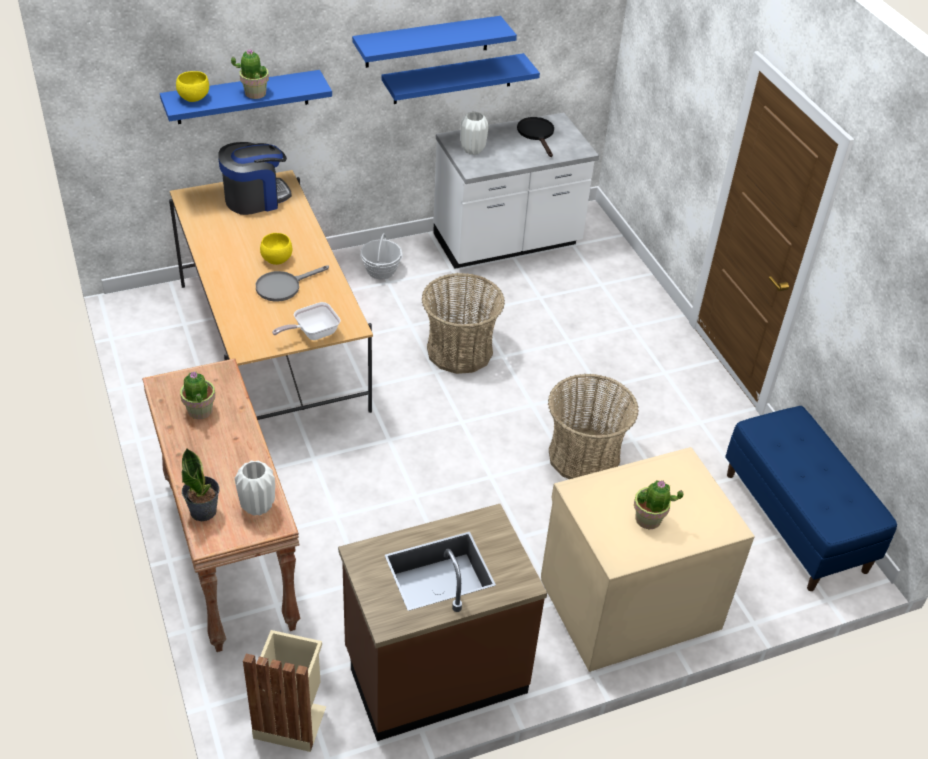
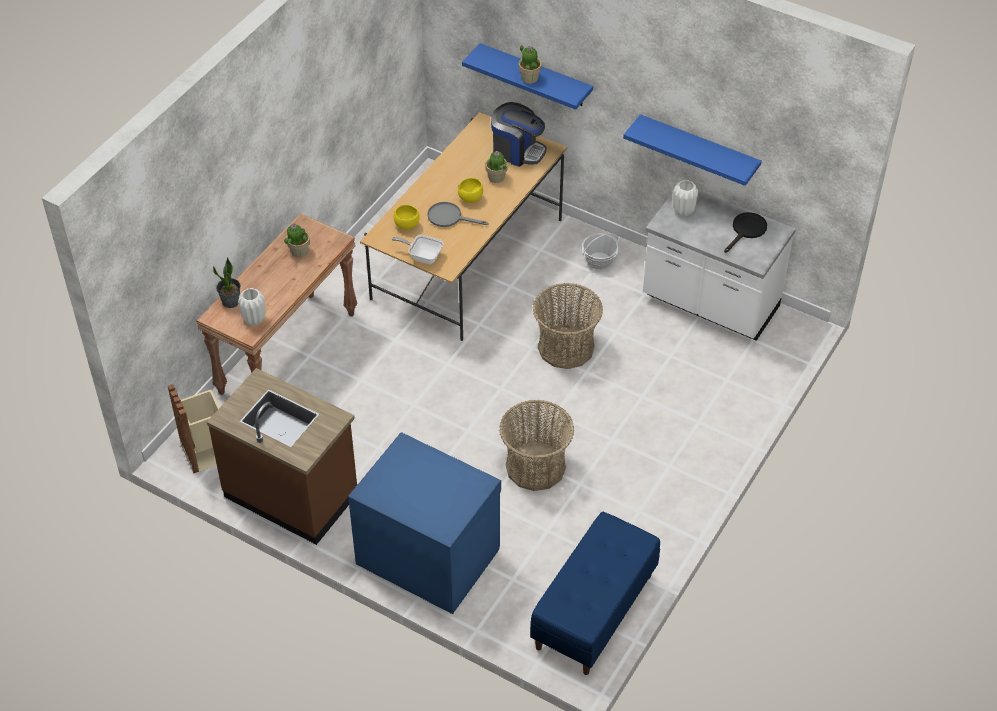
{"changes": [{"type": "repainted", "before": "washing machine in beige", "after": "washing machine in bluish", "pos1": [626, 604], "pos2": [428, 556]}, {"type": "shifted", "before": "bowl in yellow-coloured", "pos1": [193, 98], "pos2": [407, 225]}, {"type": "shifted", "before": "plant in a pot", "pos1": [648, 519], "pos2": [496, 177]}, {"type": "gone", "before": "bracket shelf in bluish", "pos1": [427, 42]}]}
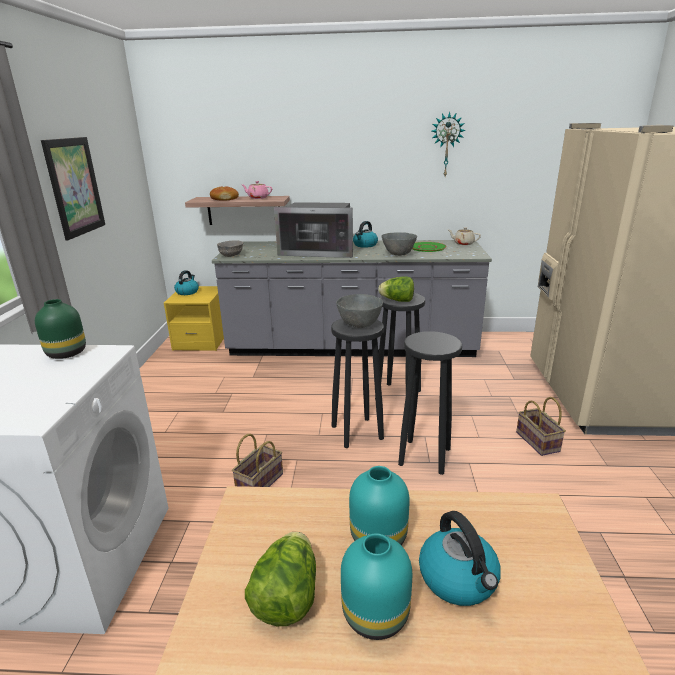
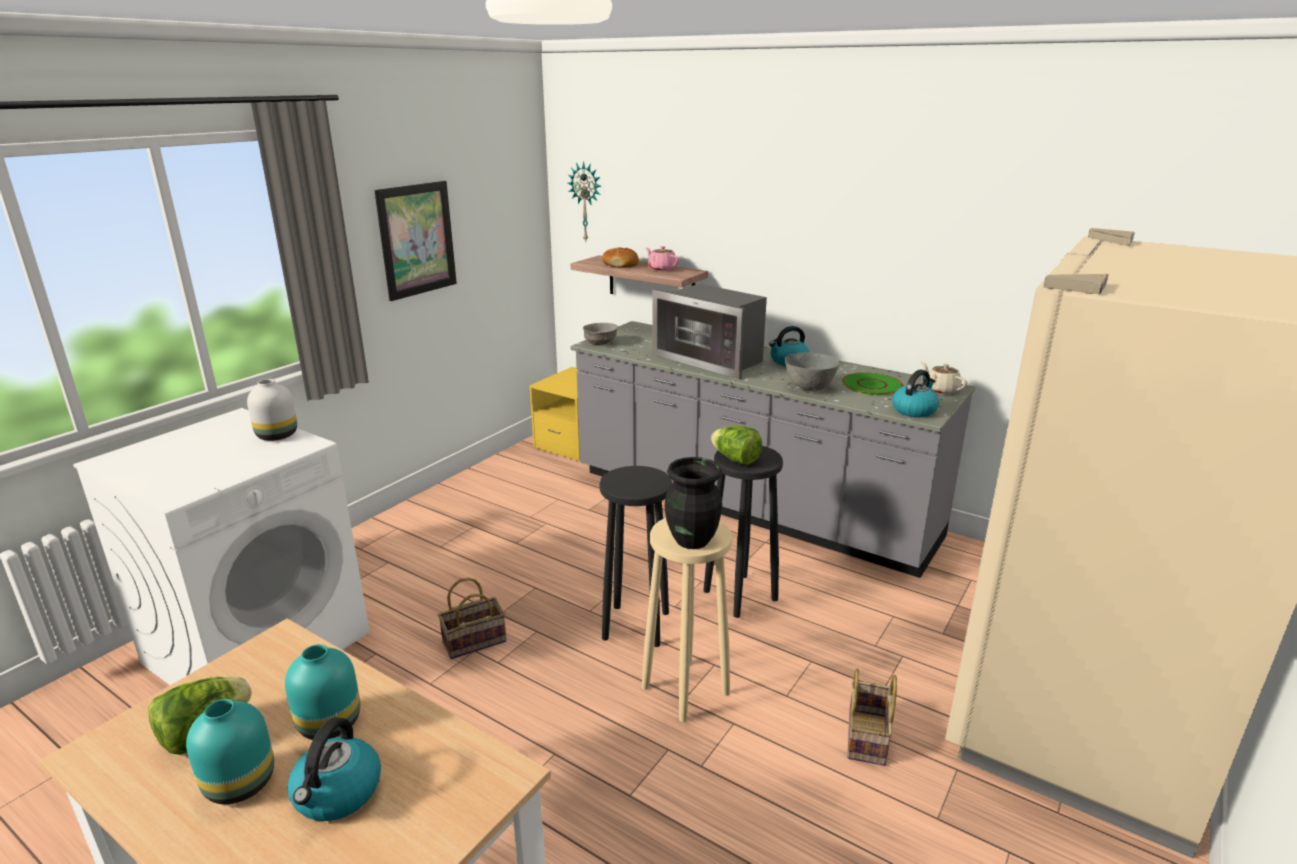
{"changes": [{"type": "repainted", "before": "flower vase in green", "after": "flower vase in white-coloured", "pos1": [65, 353], "pos2": [276, 435]}, {"type": "shifted", "before": "hanging clock", "pos1": [446, 145], "pos2": [586, 202]}, {"type": "repainted", "before": "stool seat in black", "after": "stool seat in beige", "pos1": [425, 456], "pos2": [686, 689]}, {"type": "new", "after": "flower vase in black", "pos2": [692, 540]}, {"type": "shifted", "before": "tea kettle", "pos1": [187, 292], "pos2": [914, 410]}, {"type": "gone", "before": "bowl in gray", "pos1": [360, 325]}]}
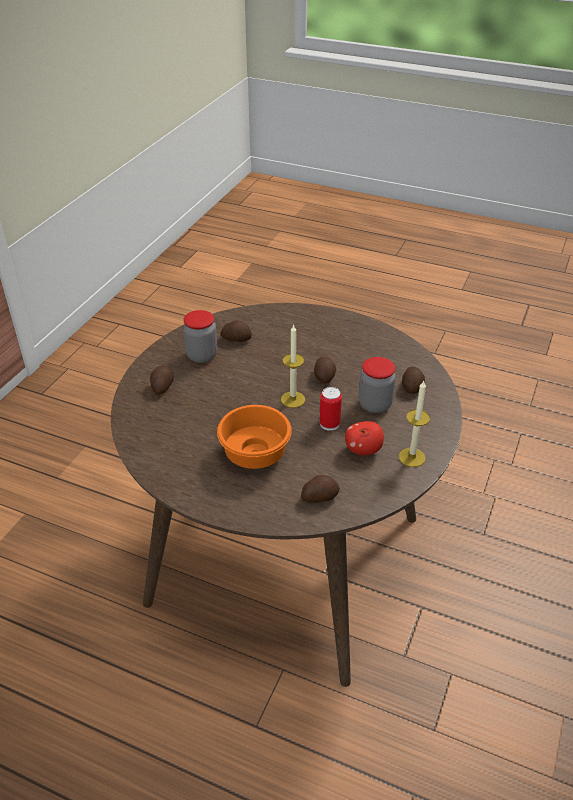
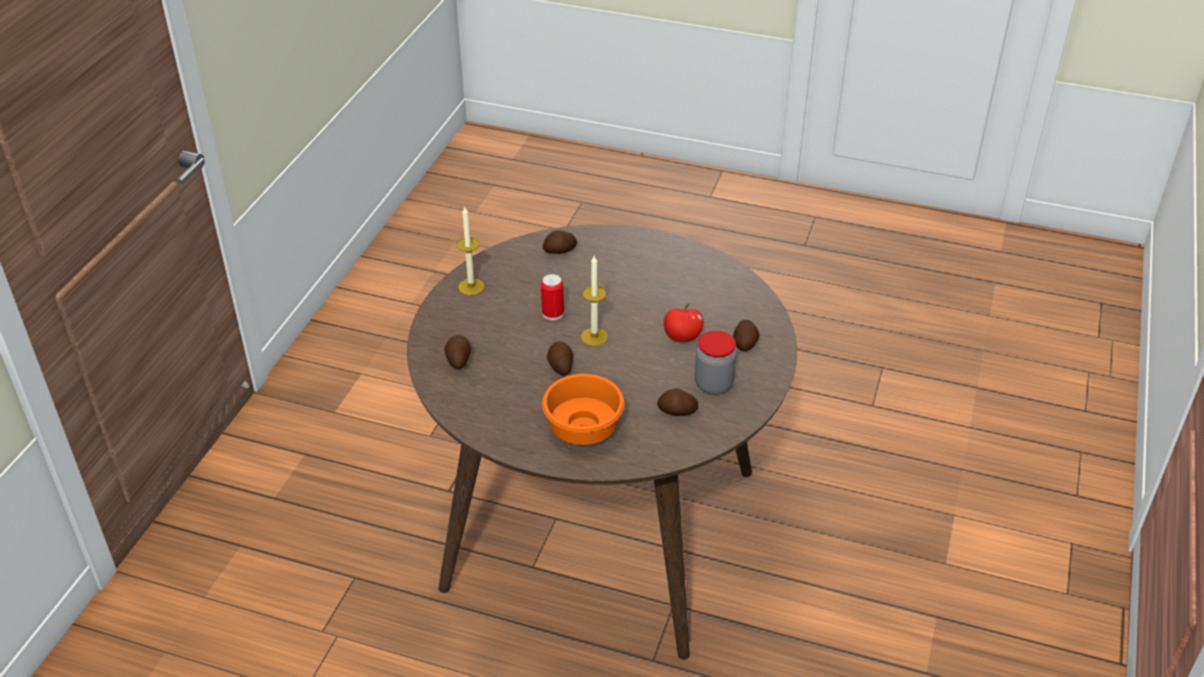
{"changes": [{"type": "shifted", "before": "bowl in orange-coloured", "pos1": [257, 455], "pos2": [581, 428]}, {"type": "shifted", "before": "apple", "pos1": [363, 450], "pos2": [682, 338]}, {"type": "gone", "before": "jar", "pos1": [375, 404]}]}
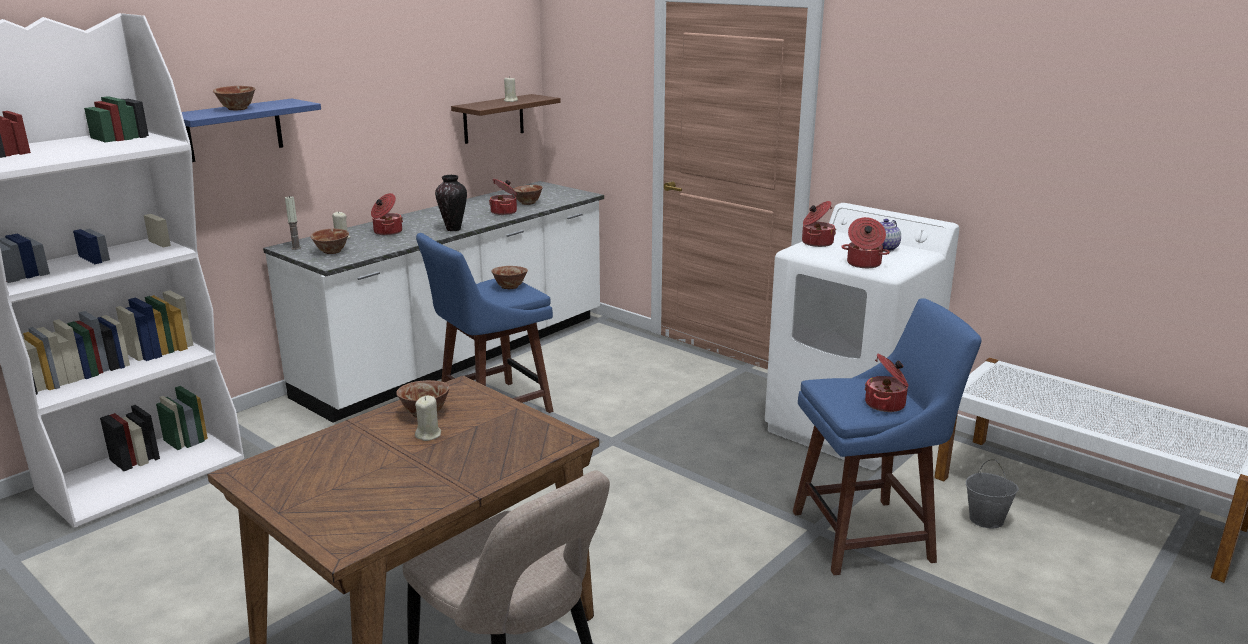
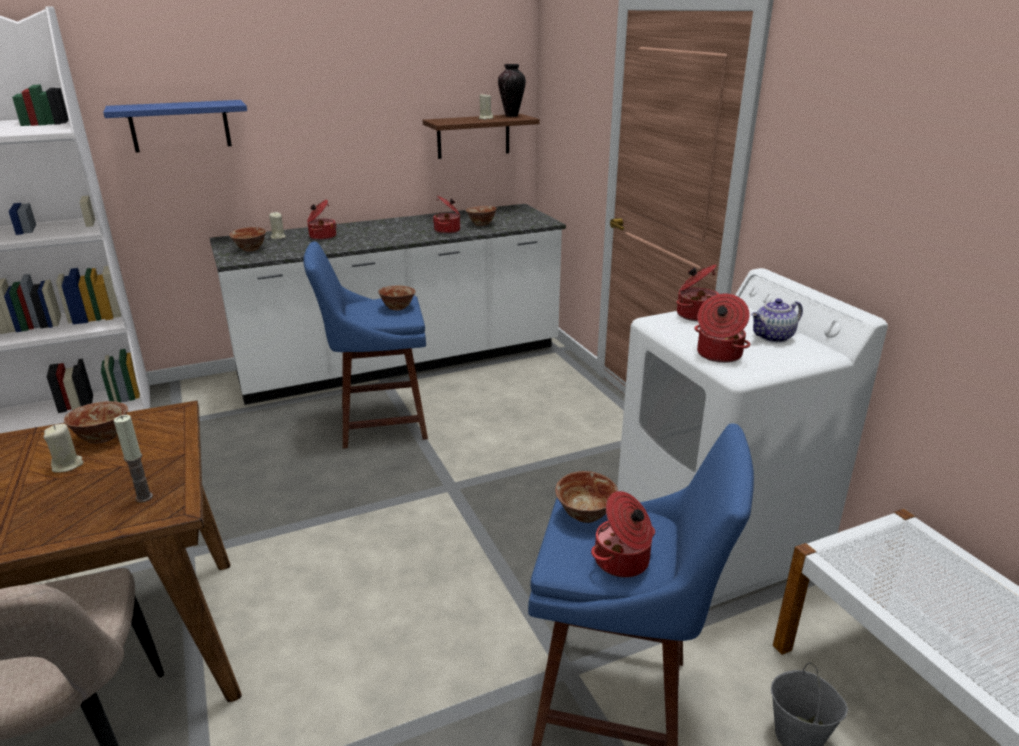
{"changes": [{"type": "shifted", "before": "wax candle", "pos1": [296, 248], "pos2": [144, 497]}, {"type": "shifted", "before": "flower vase", "pos1": [454, 229], "pos2": [511, 116]}, {"type": "shifted", "before": "bowl", "pos1": [237, 109], "pos2": [585, 515]}]}
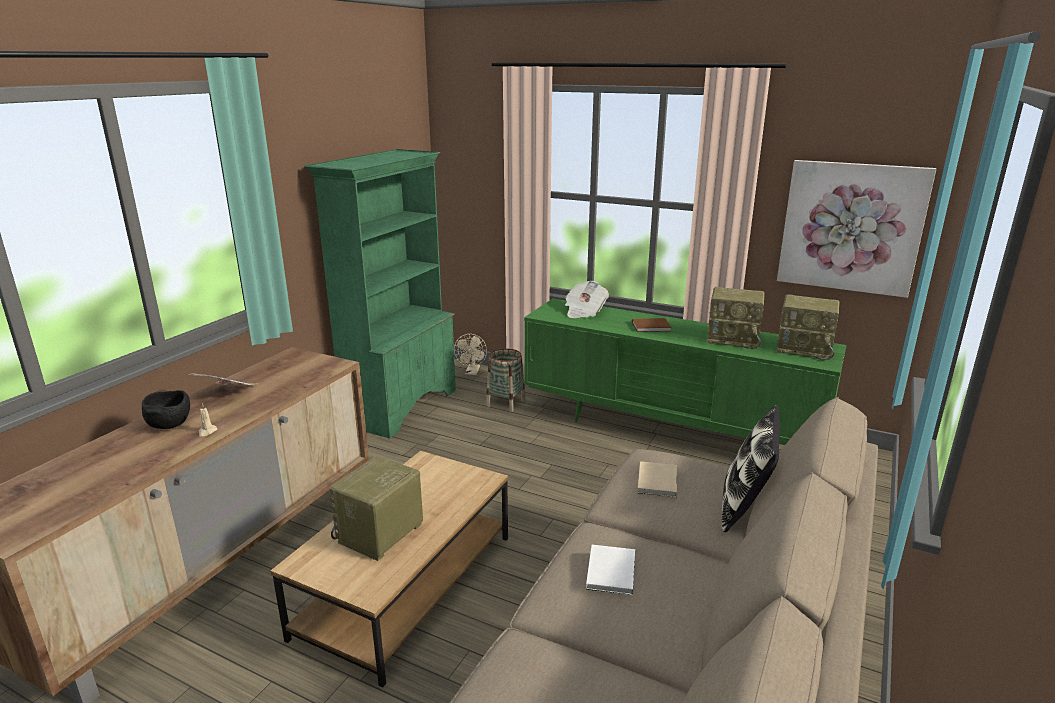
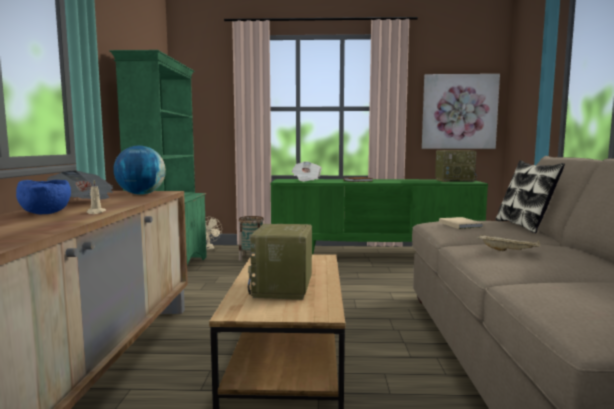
{"changes": [{"type": "repainted", "before": "bowl in black", "after": "bowl in bluish", "pos1": [170, 425], "pos2": [46, 213]}, {"type": "new", "after": "world globe", "pos2": [141, 194]}, {"type": "swapped", "before": "book in white-coloured", "after": "serving tray in beige", "pos1": [612, 570], "pos2": [508, 251]}, {"type": "gone", "before": "radio receiver", "pos1": [734, 339]}]}
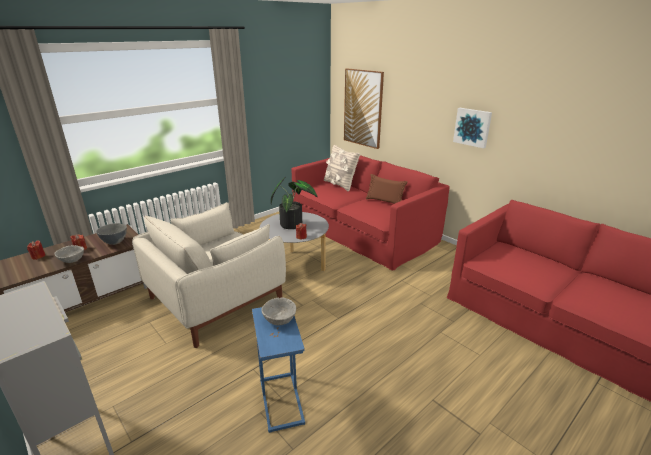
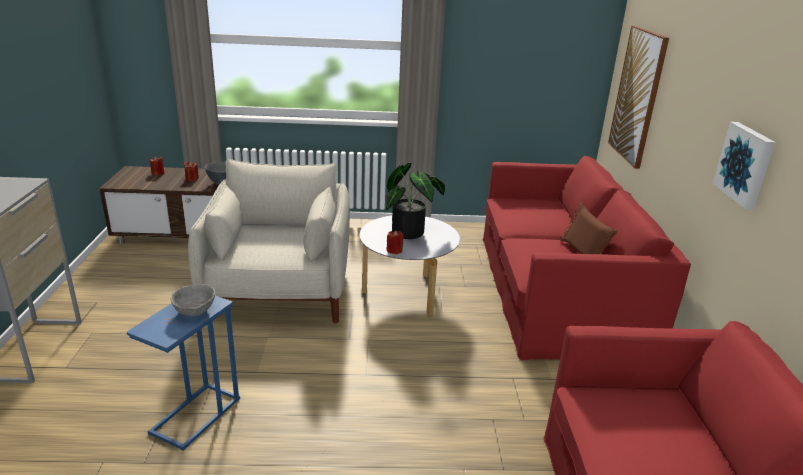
{"changes": [{"type": "rotated", "before": "lounge chair in beige", "pos1": [216, 299], "pos2": [279, 288], "turn": 90}, {"type": "gone", "before": "bowl in gray", "pos1": [72, 260]}, {"type": "gone", "before": "cushion in beige", "pos1": [339, 185]}]}
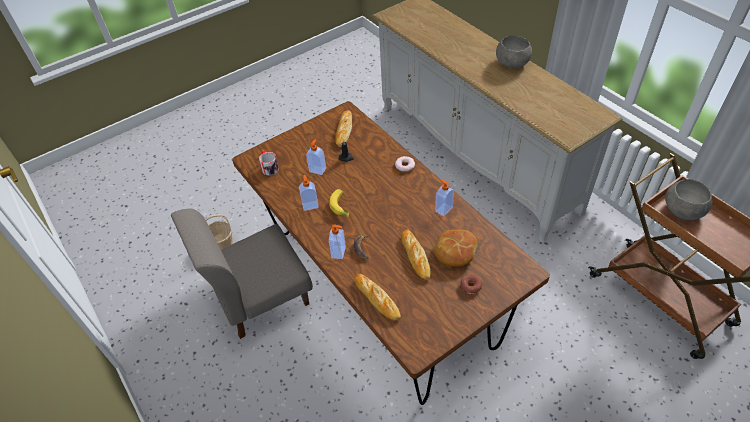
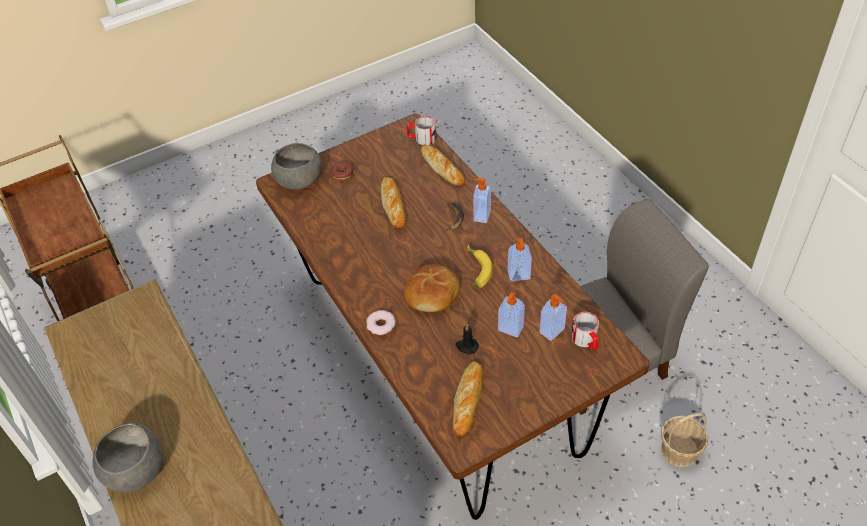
{"changes": [{"type": "shifted", "before": "bowl in gray", "pos1": [683, 210], "pos2": [299, 179]}, {"type": "shifted", "before": "baked bread", "pos1": [455, 252], "pos2": [433, 294]}, {"type": "new", "after": "coffee mug", "pos2": [422, 138]}, {"type": "shifted", "before": "soap bottle", "pos1": [443, 209], "pos2": [552, 331]}]}
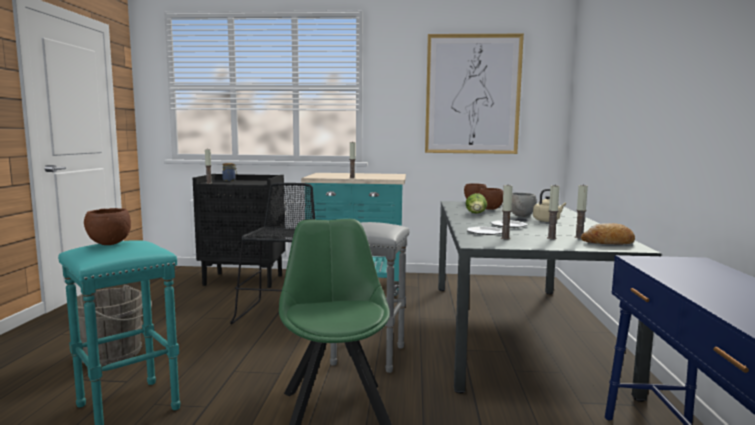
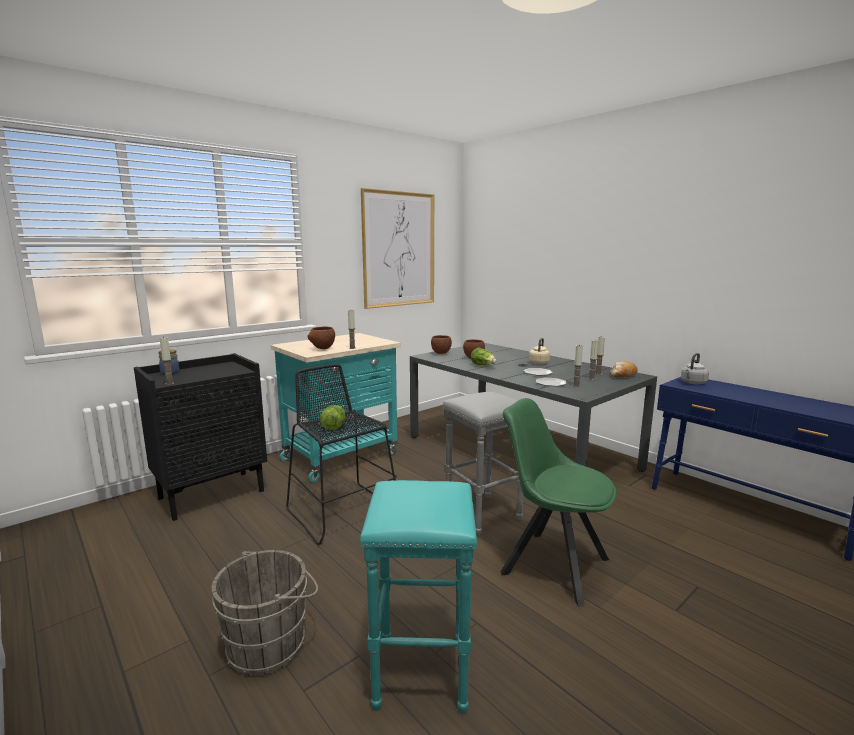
{"changes": [{"type": "shifted", "before": "bowl in brown-coloured", "pos1": [108, 244], "pos2": [322, 348]}, {"type": "new", "after": "lettuce head", "pos2": [333, 425]}, {"type": "new", "after": "tea kettle in gray", "pos2": [693, 383]}, {"type": "gone", "before": "bowl in gray", "pos1": [521, 216]}]}
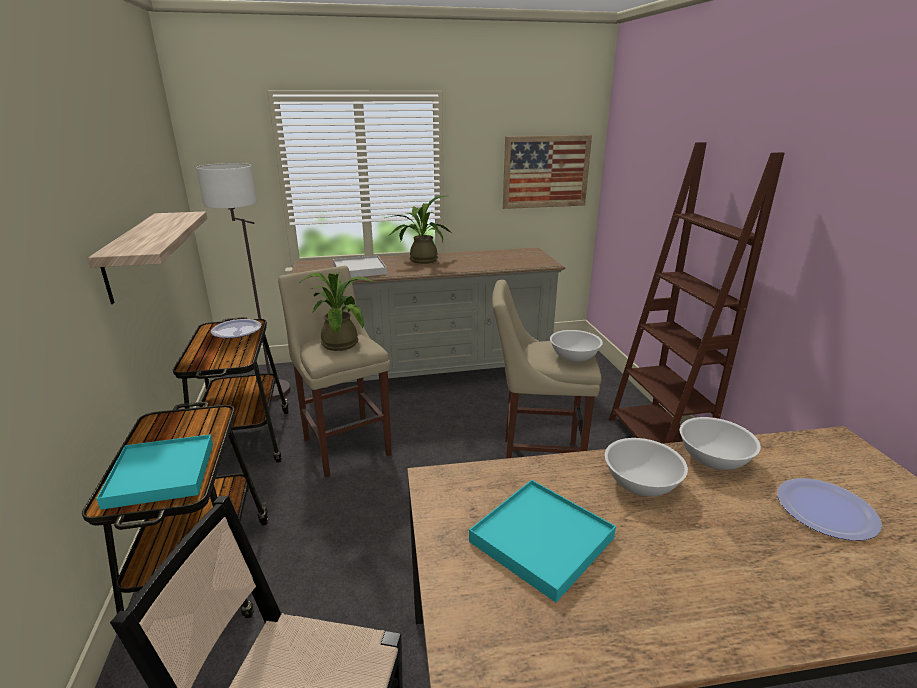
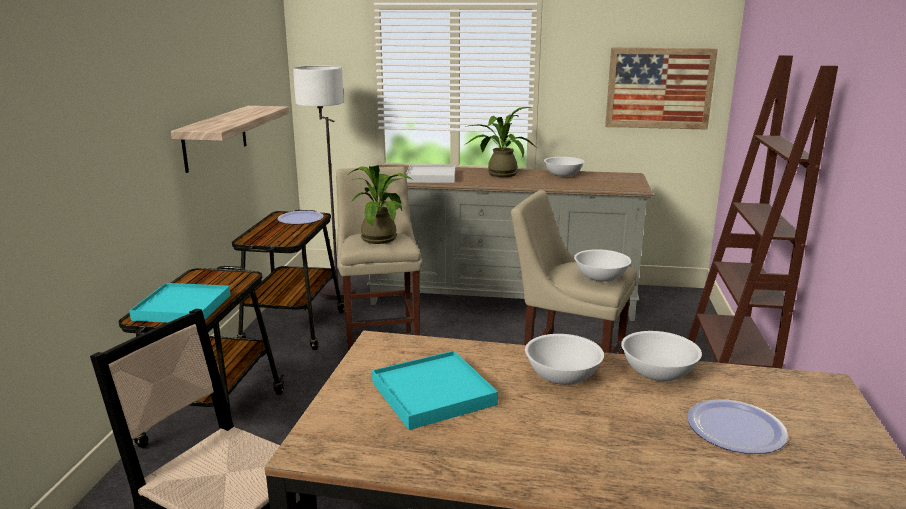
{"changes": [{"type": "new", "after": "bowl in white-coloured", "pos2": [563, 175]}]}
